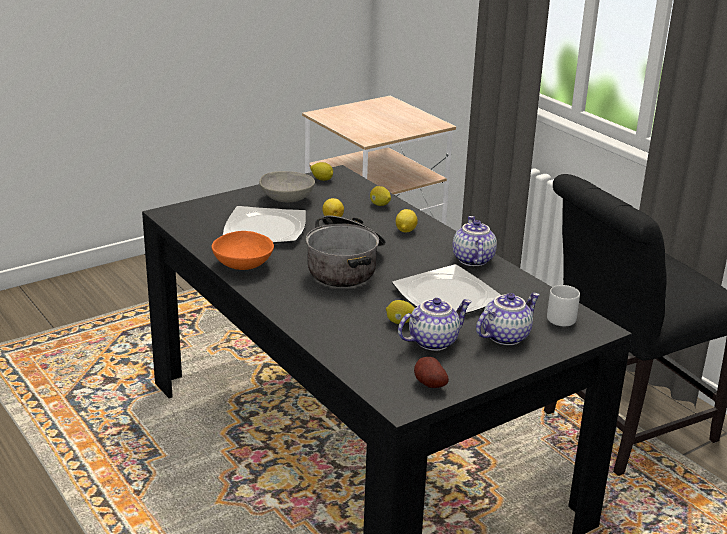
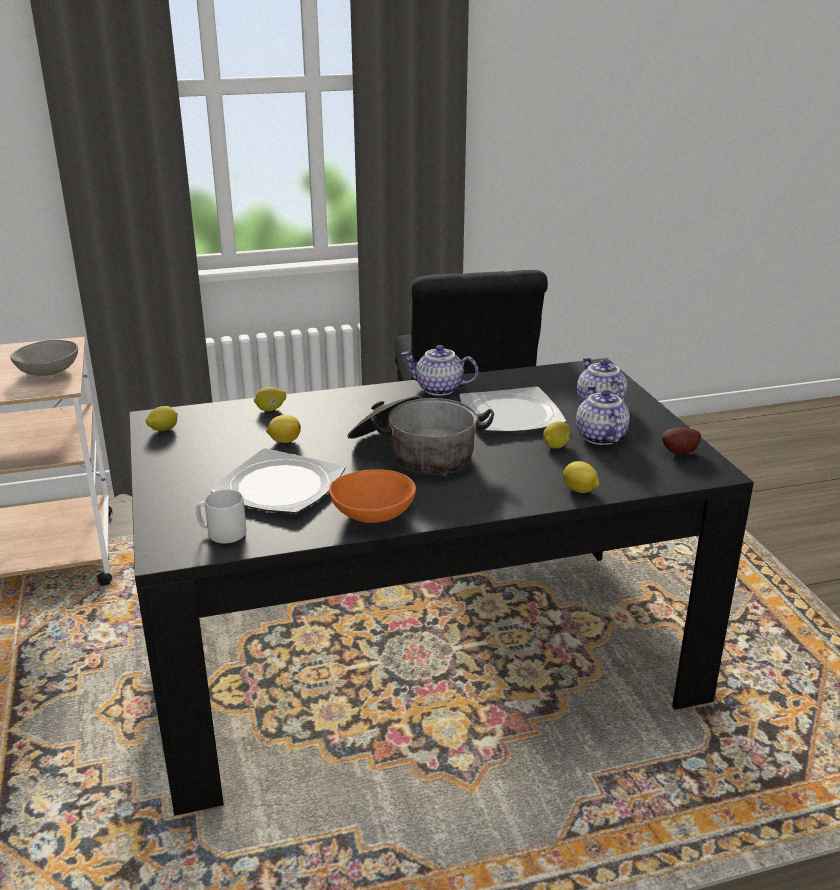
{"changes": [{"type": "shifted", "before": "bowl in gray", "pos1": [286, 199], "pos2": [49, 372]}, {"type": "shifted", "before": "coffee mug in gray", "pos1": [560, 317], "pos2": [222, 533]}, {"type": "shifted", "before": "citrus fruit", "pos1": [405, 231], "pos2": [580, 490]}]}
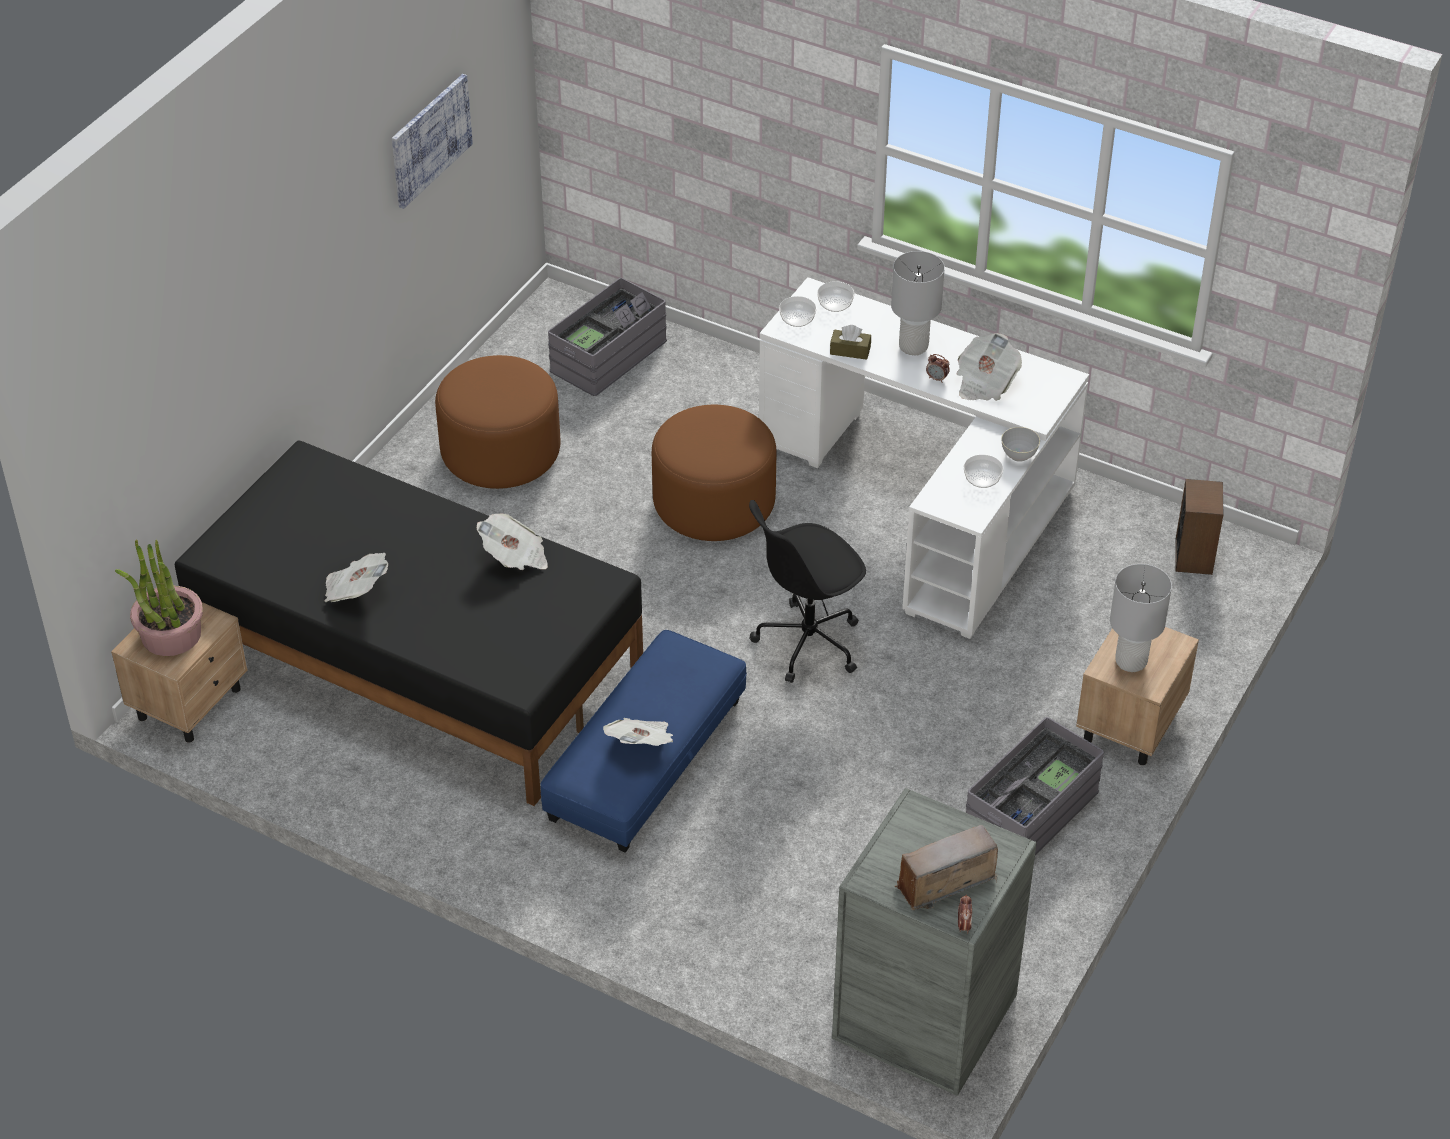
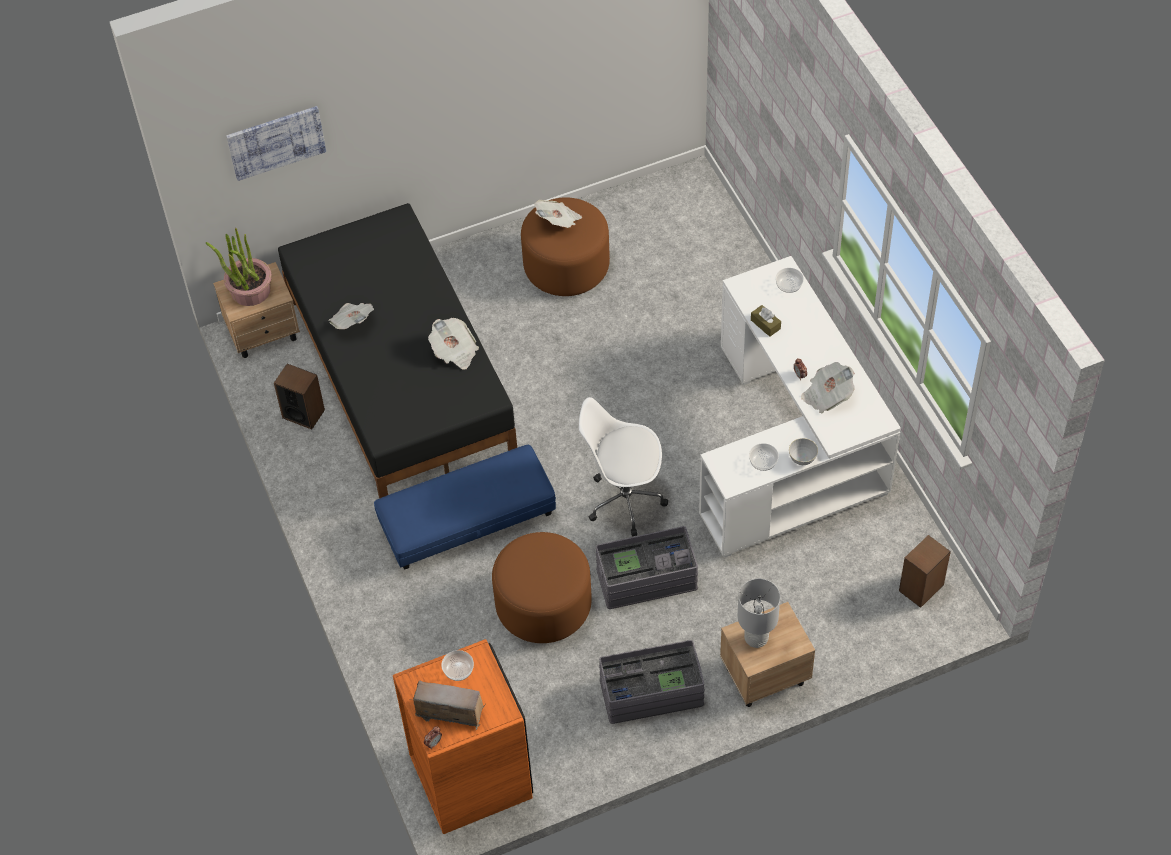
{"changes": [{"type": "shifted", "before": "wall picture", "pos1": [430, 140], "pos2": [276, 142]}, {"type": "new", "after": "loudspeaker", "pos2": [303, 413]}, {"type": "repainted", "before": "cupboard in gray", "after": "cupboard in orange-coloured", "pos1": [924, 1015], "pos2": [471, 775]}, {"type": "shifted", "before": "bowl", "pos1": [796, 319], "pos2": [458, 670]}, {"type": "shifted", "before": "footrest in brown-coloured", "pos1": [714, 504], "pos2": [543, 604]}, {"type": "shifted", "before": "printed paper", "pos1": [641, 744], "pos2": [558, 221]}, {"type": "repainted", "before": "desk chair in black", "after": "desk chair in white-coloured", "pos1": [805, 645], "pos2": [623, 501]}, {"type": "shifted", "before": "storage bin in gray", "pos1": [607, 354], "pos2": [646, 577]}, {"type": "gone", "before": "lamp for a table in gray", "pos1": [913, 348]}]}
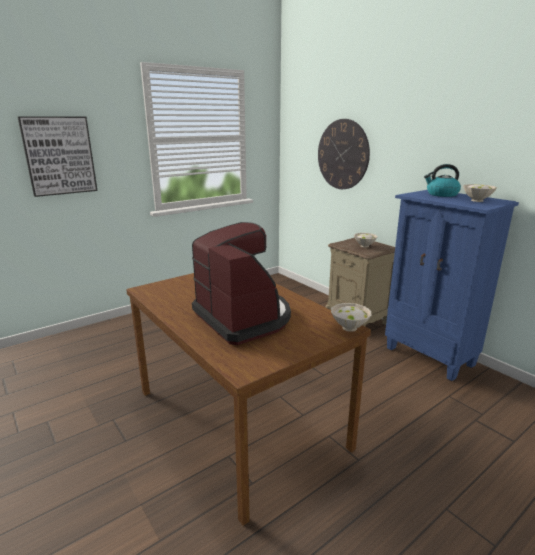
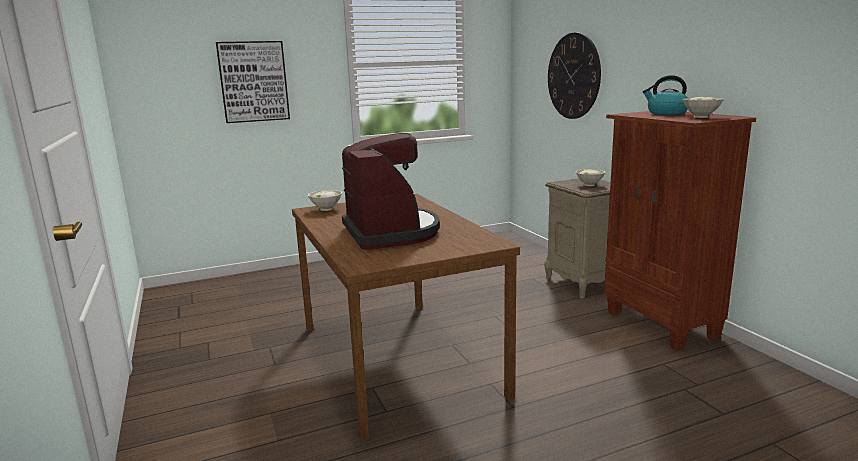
{"changes": [{"type": "shifted", "before": "bowl in white-coloured", "pos1": [348, 327], "pos2": [325, 209]}, {"type": "repainted", "before": "cupboard in bluish", "after": "cupboard in brown-coloured", "pos1": [428, 357], "pos2": [659, 325]}]}
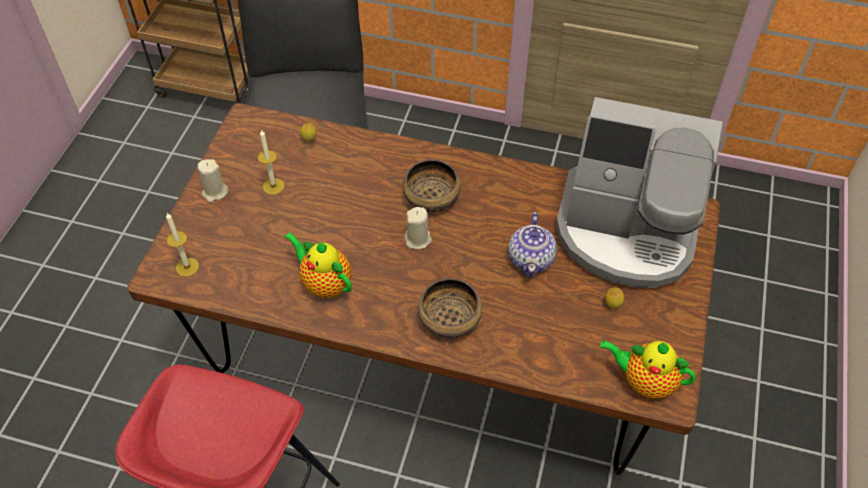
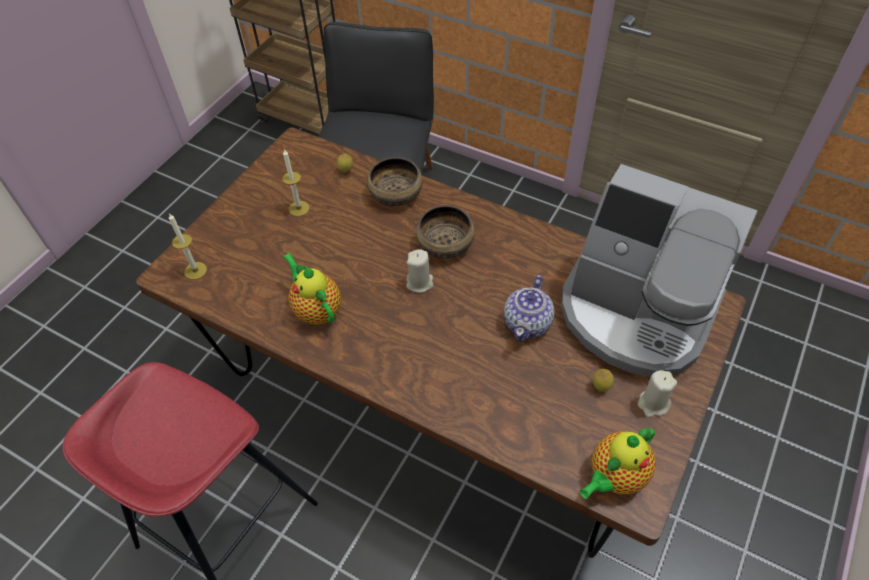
{"changes": [{"type": "shifted", "before": "bowl", "pos1": [450, 319], "pos2": [396, 194]}, {"type": "rotated", "before": "pot for tea", "pos1": [644, 381], "pos2": [614, 477], "turn": -75}, {"type": "shifted", "before": "wax candle in beige", "pos1": [215, 192], "pos2": [653, 404]}]}
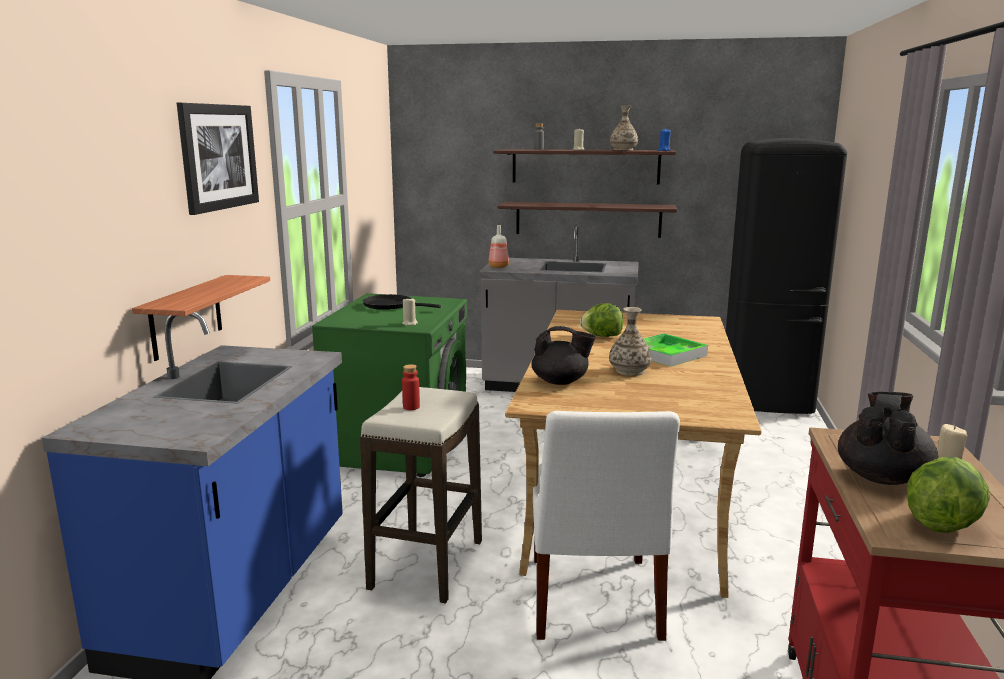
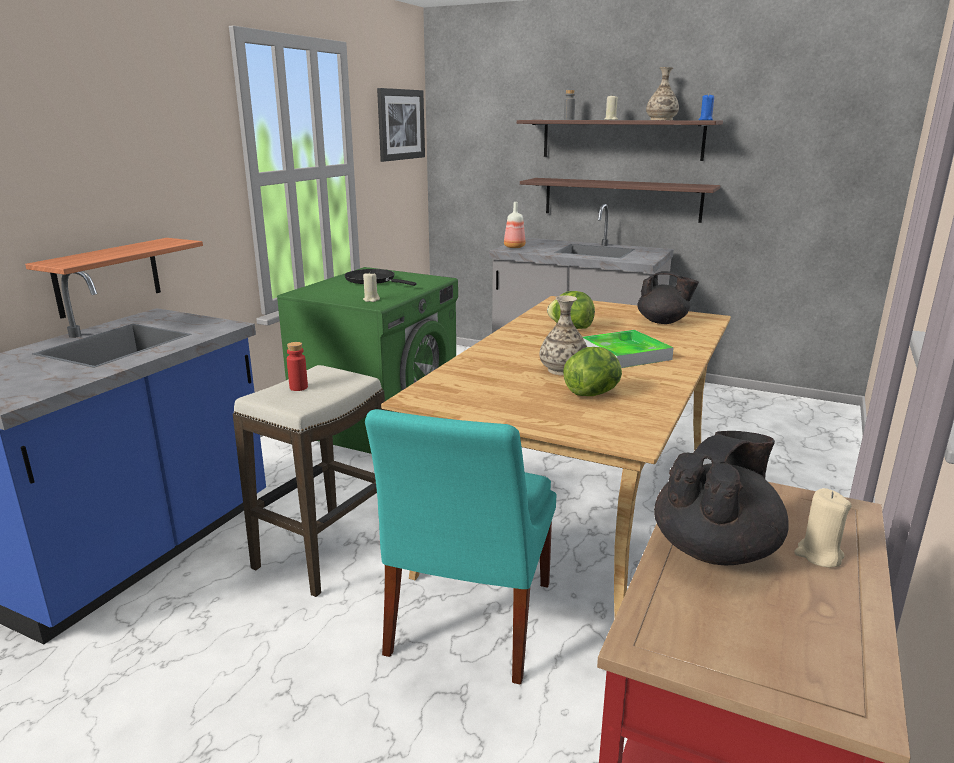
{"changes": [{"type": "repainted", "before": "chair in white-coloured", "after": "chair in turquoise-coloured", "pos1": [593, 602], "pos2": [468, 622]}, {"type": "shifted", "before": "wall picture", "pos1": [218, 157], "pos2": [400, 124]}, {"type": "shifted", "before": "lettuce head", "pos1": [941, 523], "pos2": [593, 393]}, {"type": "shifted", "before": "pot for tea in black", "pos1": [561, 382], "pos2": [663, 322]}, {"type": "gone", "before": "fridge in black", "pos1": [767, 400]}]}
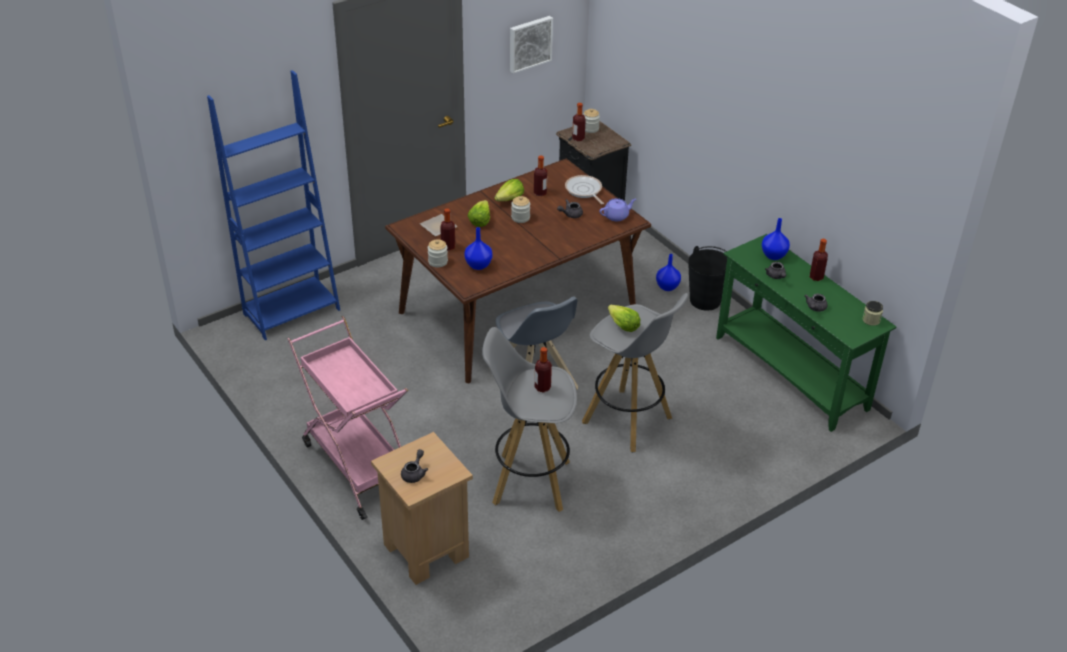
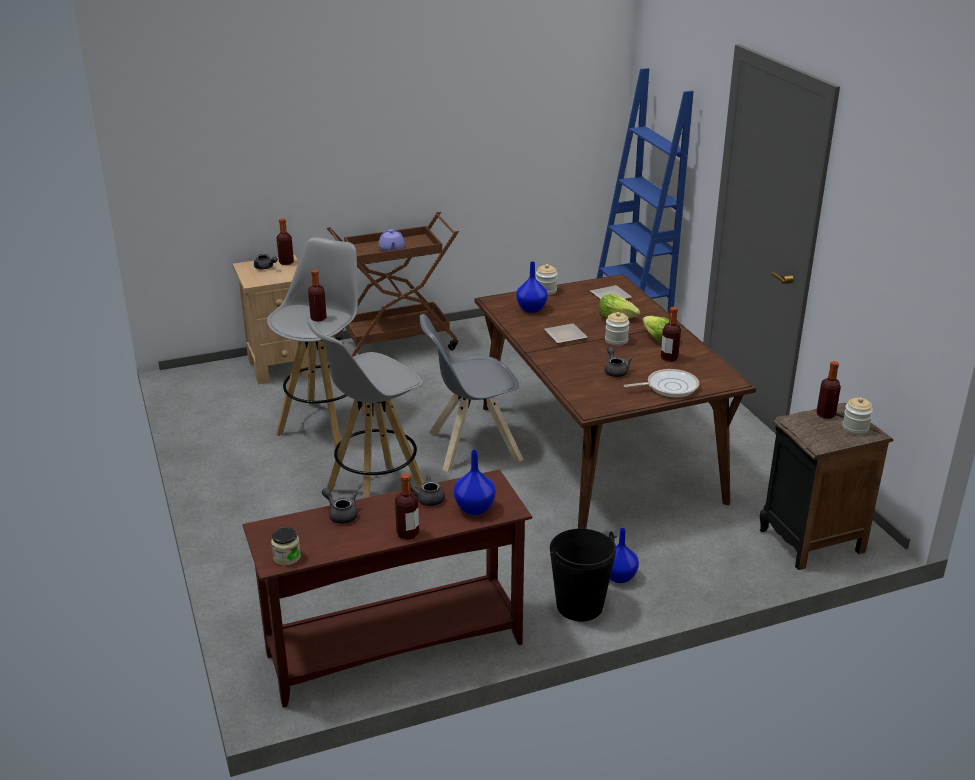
{"changes": [{"type": "repainted", "before": "narrow table in green", "after": "narrow table in brown-coloured", "pos1": [791, 373], "pos2": [394, 649]}, {"type": "shifted", "before": "drink bottle", "pos1": [448, 247], "pos2": [286, 262]}, {"type": "repainted", "before": "trolley in pink-coloured", "after": "trolley in brown-coloured", "pos1": [359, 467], "pos2": [396, 347]}, {"type": "shifted", "before": "pot for tea in purple", "pos1": [616, 216], "pos2": [392, 249]}, {"type": "new", "after": "flat dish", "pos2": [564, 336]}, {"type": "gone", "before": "wall picture", "pos1": [529, 43]}, {"type": "gone", "before": "lettuce head", "pos1": [622, 325]}]}
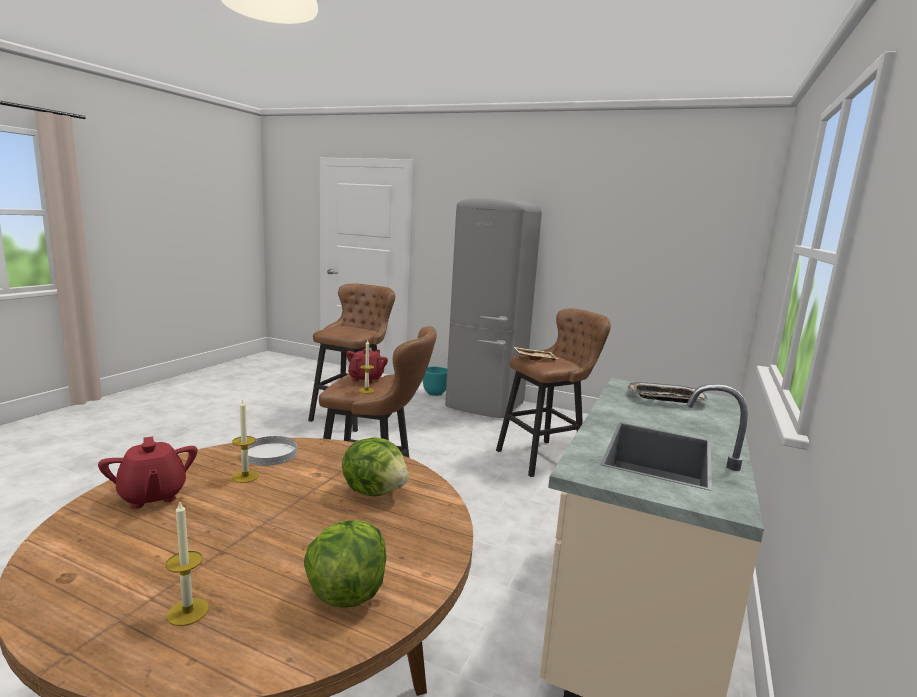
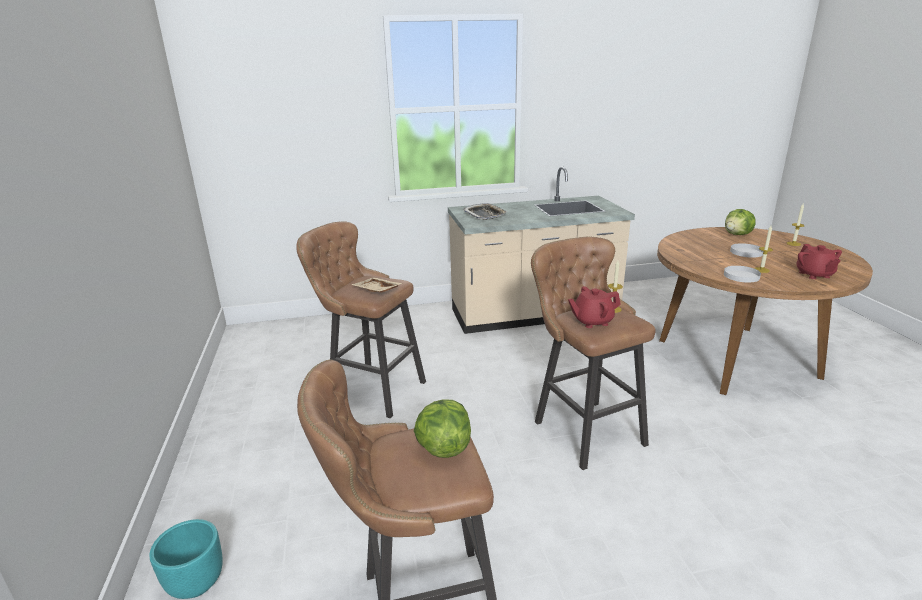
{"changes": [{"type": "shifted", "before": "lettuce head", "pos1": [375, 490], "pos2": [443, 448]}, {"type": "new", "after": "flat dish in white-coloured", "pos2": [746, 252]}, {"type": "rotated", "before": "pot for tea in reddish", "pos1": [152, 496], "pos2": [814, 275], "turn": 150}, {"type": "gone", "before": "fridge in gray", "pos1": [484, 405]}]}
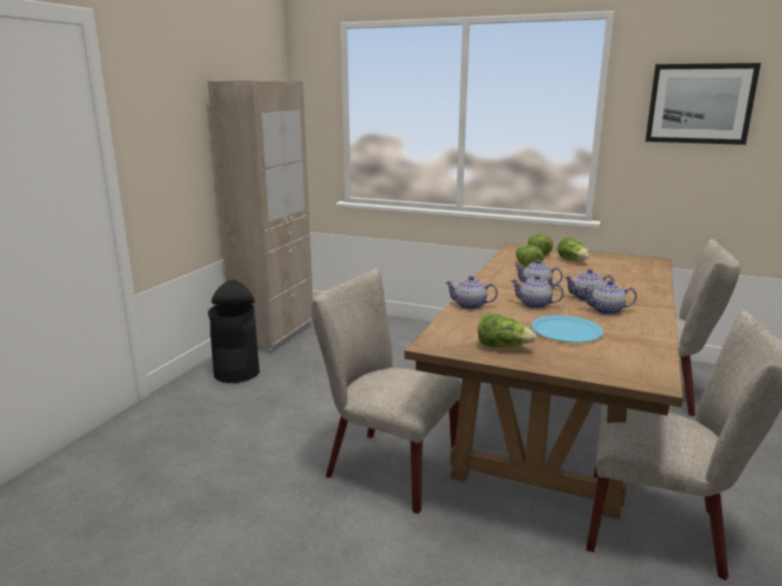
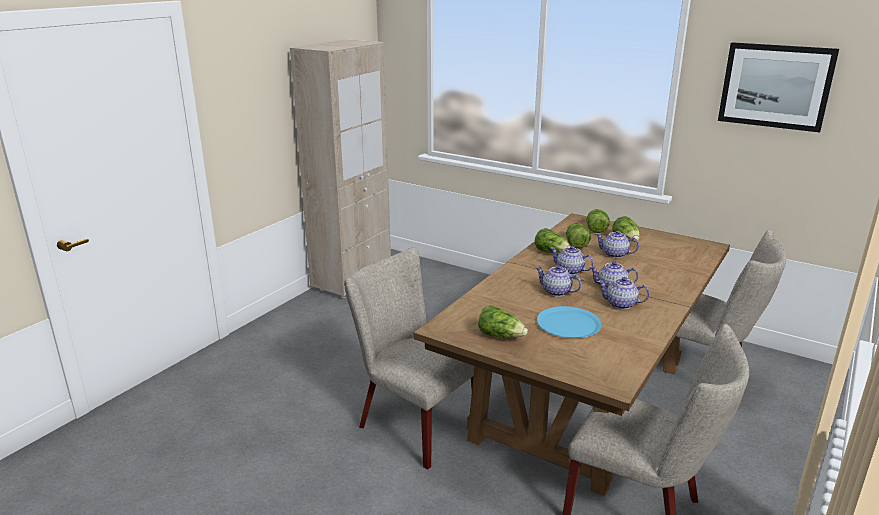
{"changes": [{"type": "new", "after": "lettuce head", "pos2": [551, 253]}, {"type": "shifted", "before": "pot for tea", "pos1": [470, 305], "pos2": [615, 254]}, {"type": "gone", "before": "trash can in black", "pos1": [237, 372]}]}
